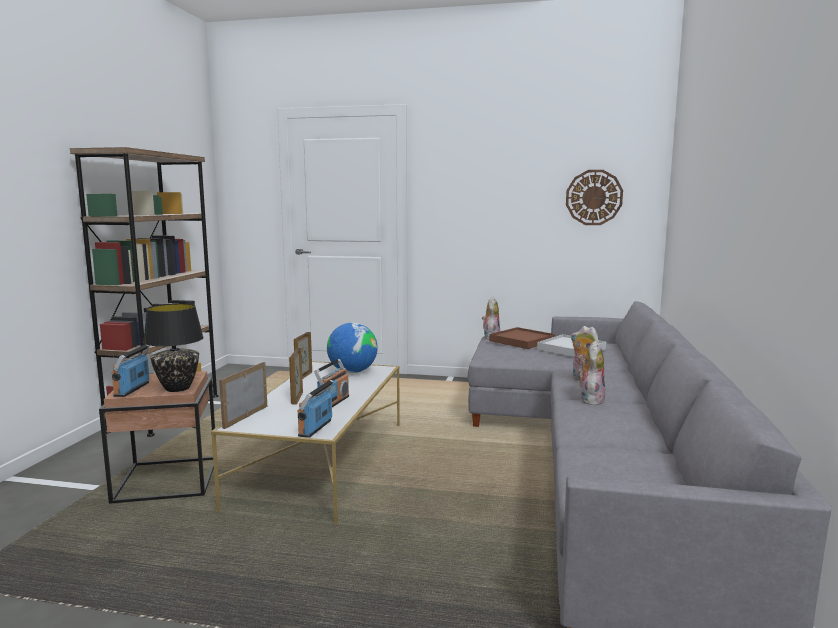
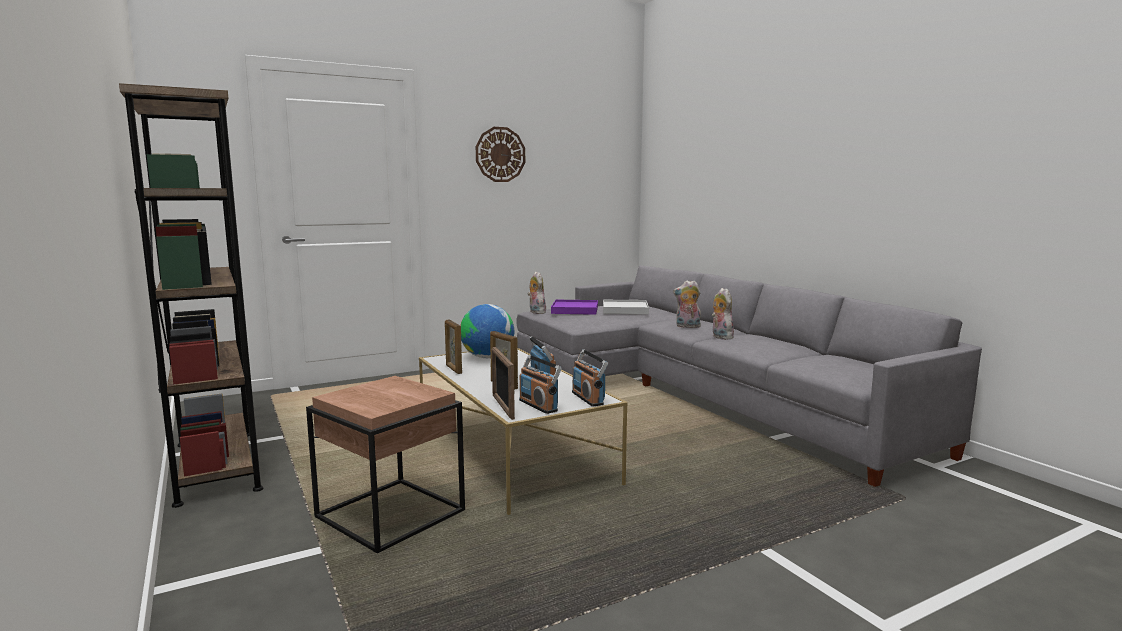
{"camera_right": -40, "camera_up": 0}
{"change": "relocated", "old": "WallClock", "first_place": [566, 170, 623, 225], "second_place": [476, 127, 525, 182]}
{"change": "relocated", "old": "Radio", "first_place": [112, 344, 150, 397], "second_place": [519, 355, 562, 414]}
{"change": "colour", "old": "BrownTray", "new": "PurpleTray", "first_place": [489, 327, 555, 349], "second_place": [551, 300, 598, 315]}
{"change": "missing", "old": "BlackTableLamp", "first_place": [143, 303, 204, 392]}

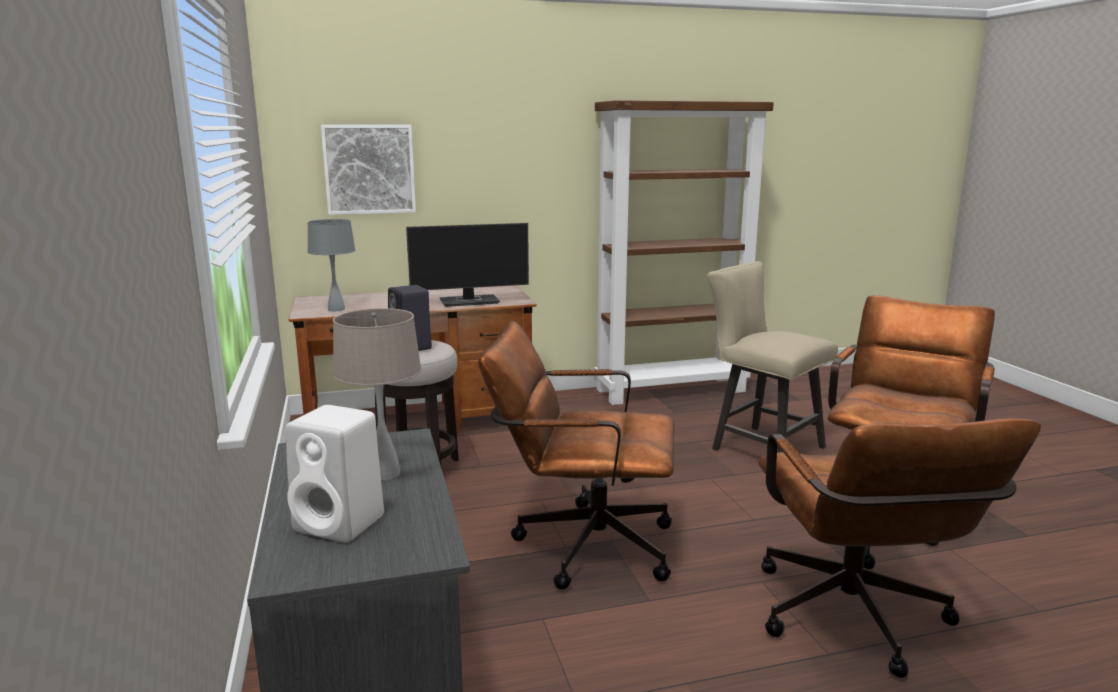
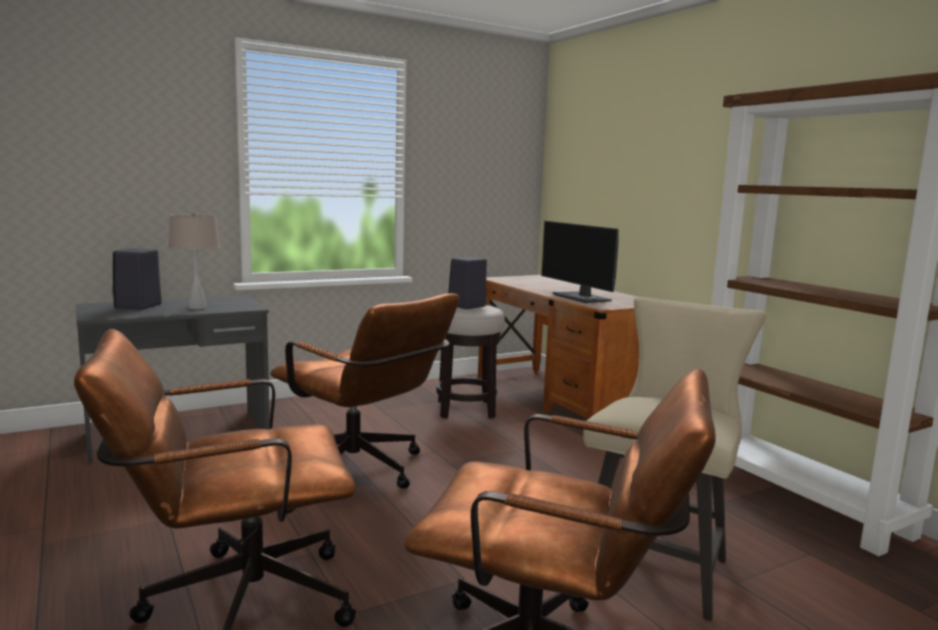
{"camera_right": 75, "camera_up": -5}
{"change": "colour", "old": "WhiteSpeaker", "new": "BlackSpeaker", "first_place": [286, 405, 384, 543], "second_place": [112, 248, 162, 310]}
{"change": "spun", "old": "BrownOfficeChair", "first_place": [478, 321, 675, 590], "second_place": [270, 293, 459, 489], "degrees": 135}
{"change": "missing", "old": "GreyTableLamp", "first_place": [307, 219, 355, 311]}
{"change": "missing", "old": "Picture", "first_place": [321, 125, 416, 215]}

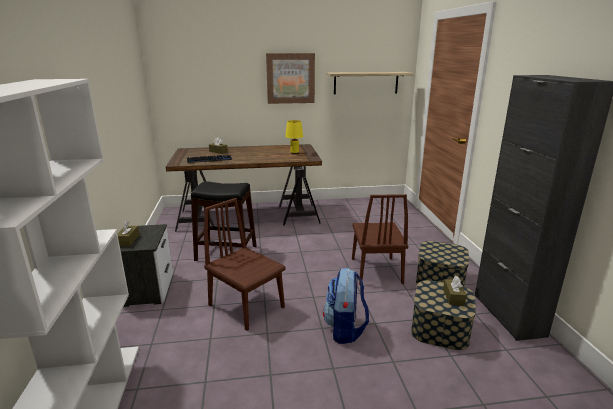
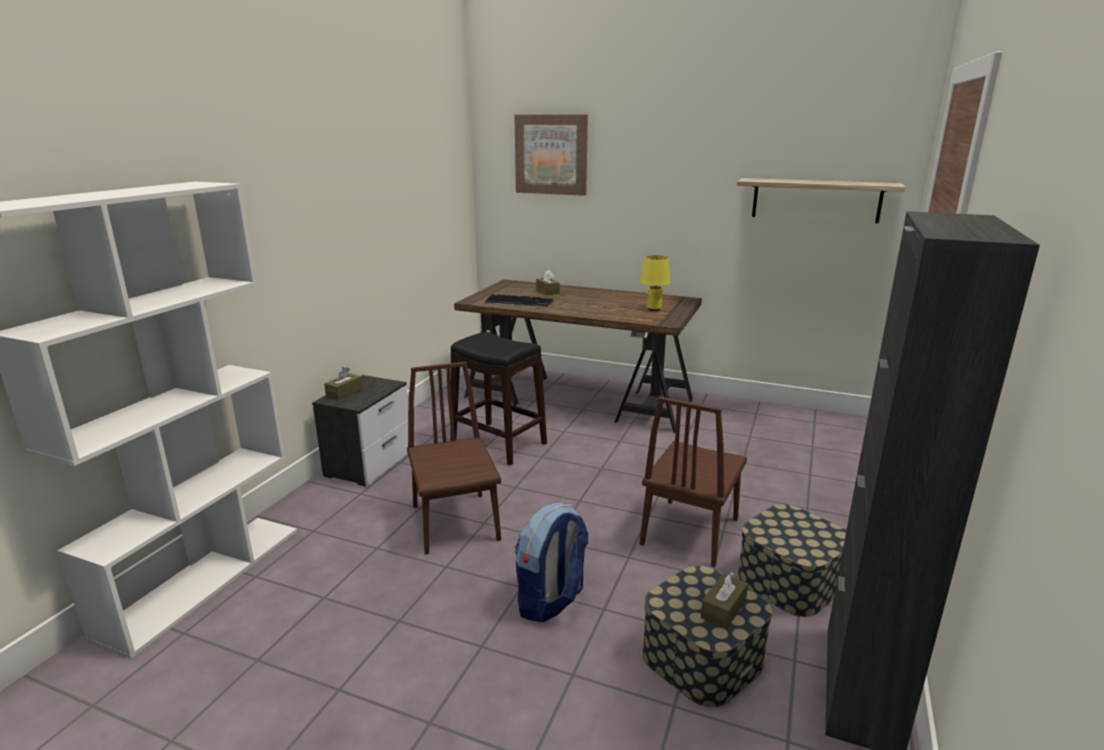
{"camera_right": 30, "camera_up": 0}
{"change": "relocated", "old": "Picture", "first_place": [266, 53, 315, 104], "second_place": [514, 115, 588, 196]}

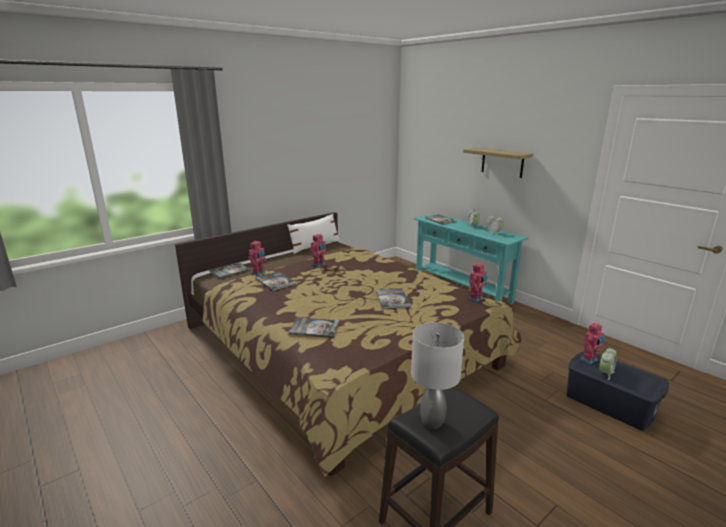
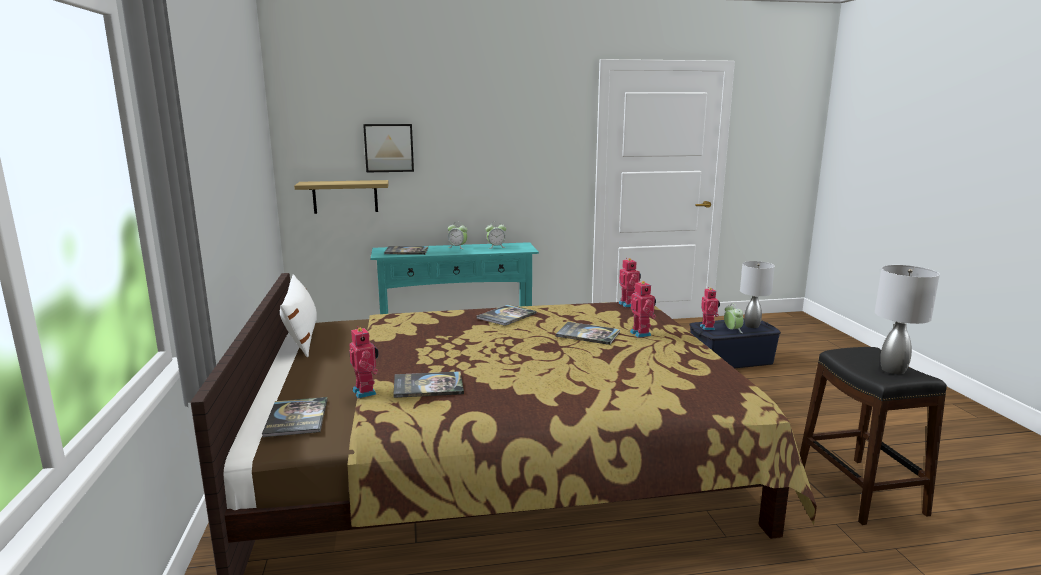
{"camera_right": -60, "camera_up": -5}
{"change": "relocated", "old": "Shelf", "first_place": [463, 148, 533, 178], "second_place": [294, 180, 389, 214]}
{"change": "appeared", "new": "Picture", "second_place": [363, 124, 414, 173]}
{"change": "relocated", "old": "Book", "first_place": [288, 317, 339, 338], "second_place": [477, 305, 536, 326]}
{"change": "relocated", "old": "ToyRobot", "first_place": [310, 233, 327, 267], "second_place": [630, 280, 656, 338]}
{"change": "appeared", "new": "GreyTableLamp", "second_place": [740, 261, 775, 328]}

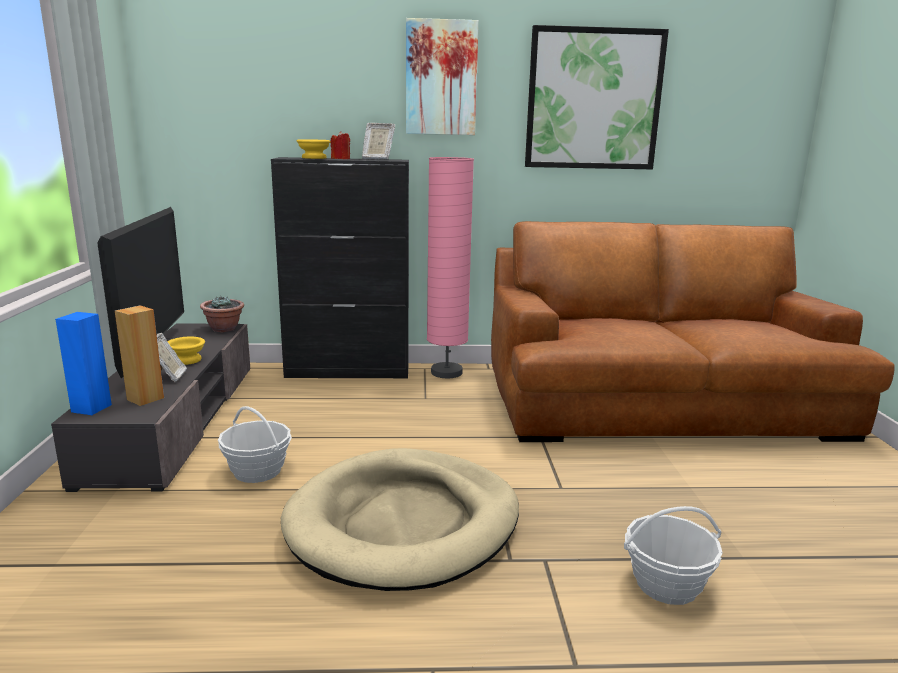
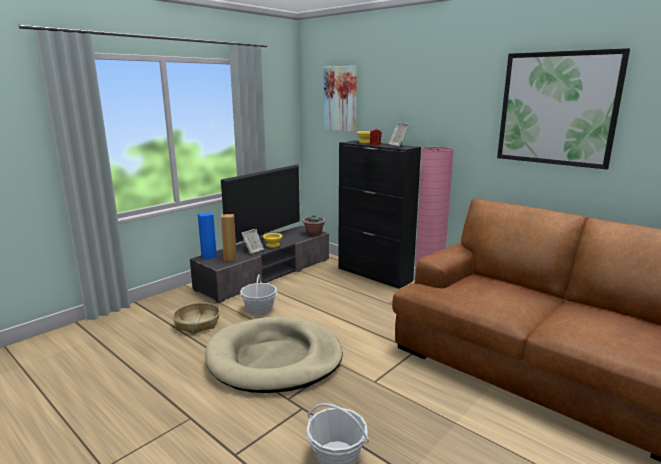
{"camera_right": 45, "camera_up": 0}
{"change": "appeared", "new": "Basket", "second_place": [173, 302, 220, 334]}
{"change": "relocated", "old": "Picture", "first_place": [406, 18, 479, 135], "second_place": [324, 66, 357, 132]}

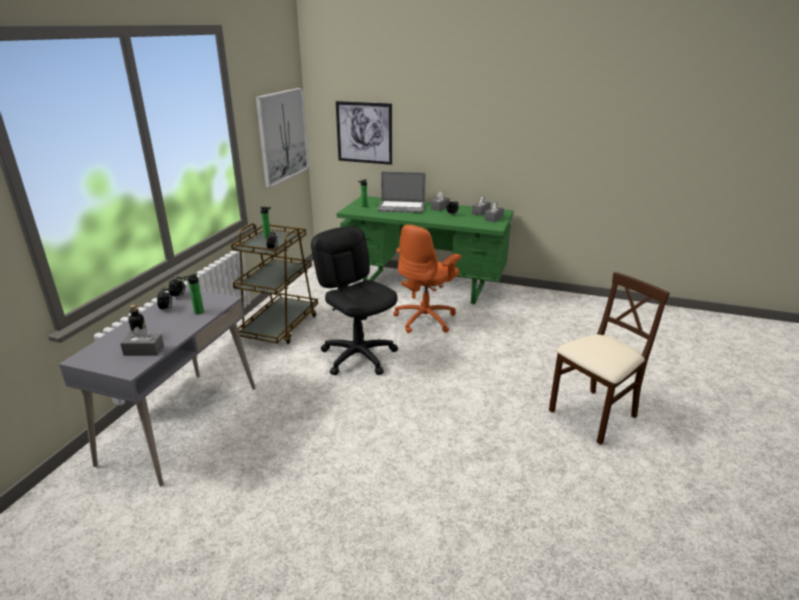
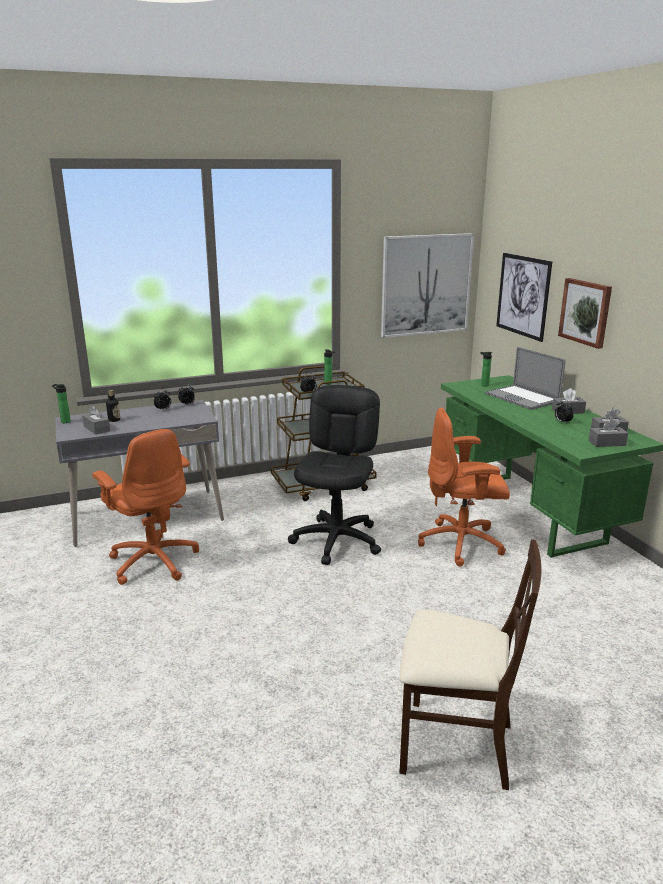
{"camera_right": 50, "camera_up": -5}
{"change": "relocated", "old": "Bottle", "first_place": [183, 274, 204, 314], "second_place": [52, 384, 71, 423]}
{"change": "appeared", "new": "OrangeOfficeChair", "second_place": [92, 429, 199, 585]}
{"change": "appeared", "new": "Picture", "second_place": [558, 278, 612, 349]}

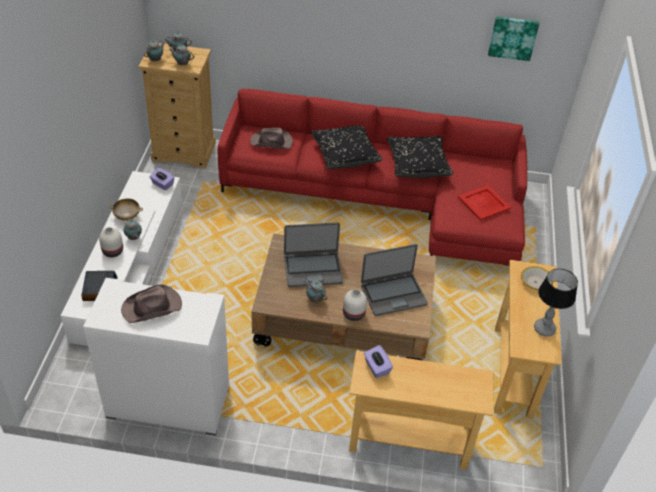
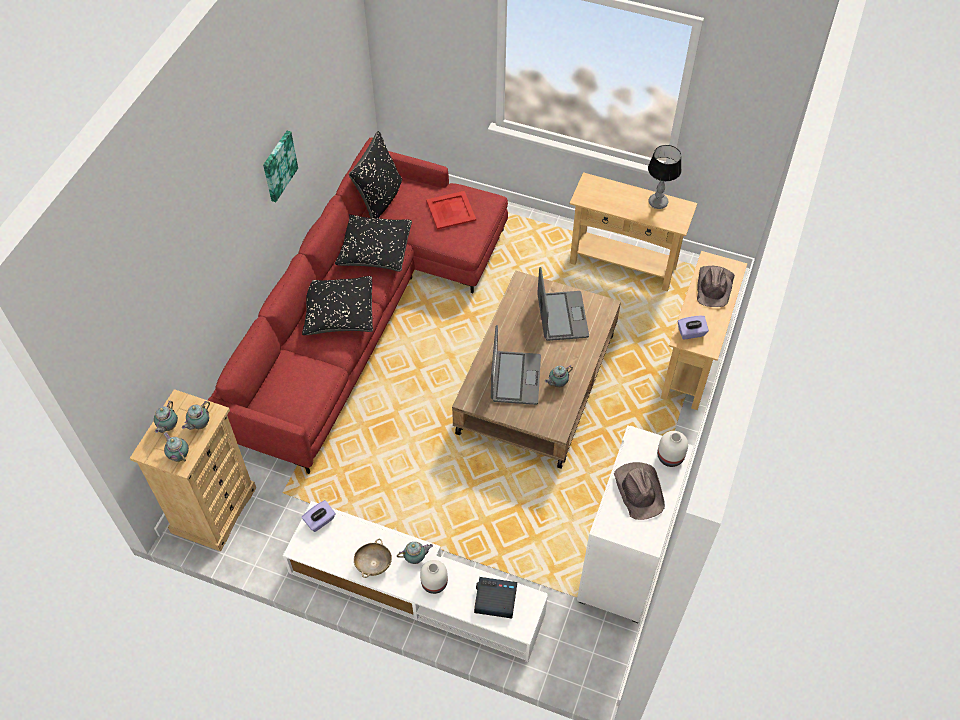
{"camera_right": -75, "camera_up": 10}
{"change": "relocated", "old": "Picture", "first_place": [488, 17, 539, 61], "second_place": [263, 131, 298, 202]}
{"change": "appeared", "new": "BlackPillow", "second_place": [349, 131, 402, 218]}
{"change": "relocated", "old": "WhiteVase", "first_place": [343, 289, 367, 321], "second_place": [657, 431, 688, 467]}
{"change": "relocated", "old": "BrownHat", "first_place": [250, 128, 293, 149], "second_place": [697, 266, 735, 307]}
{"change": "missing", "old": "Bowl", "first_place": [521, 266, 553, 290]}

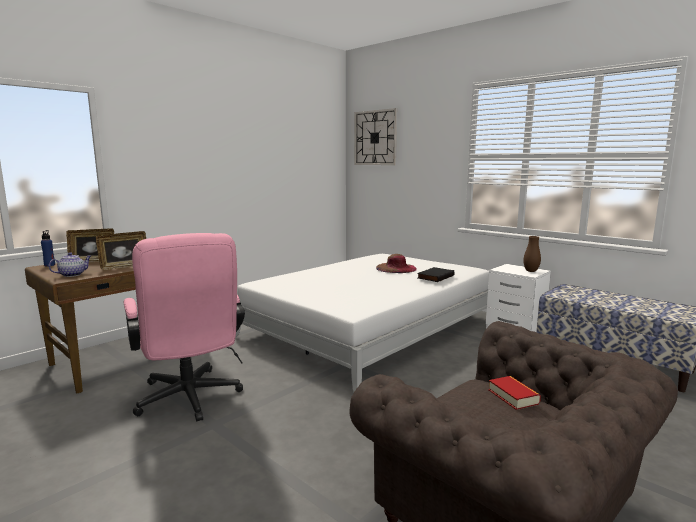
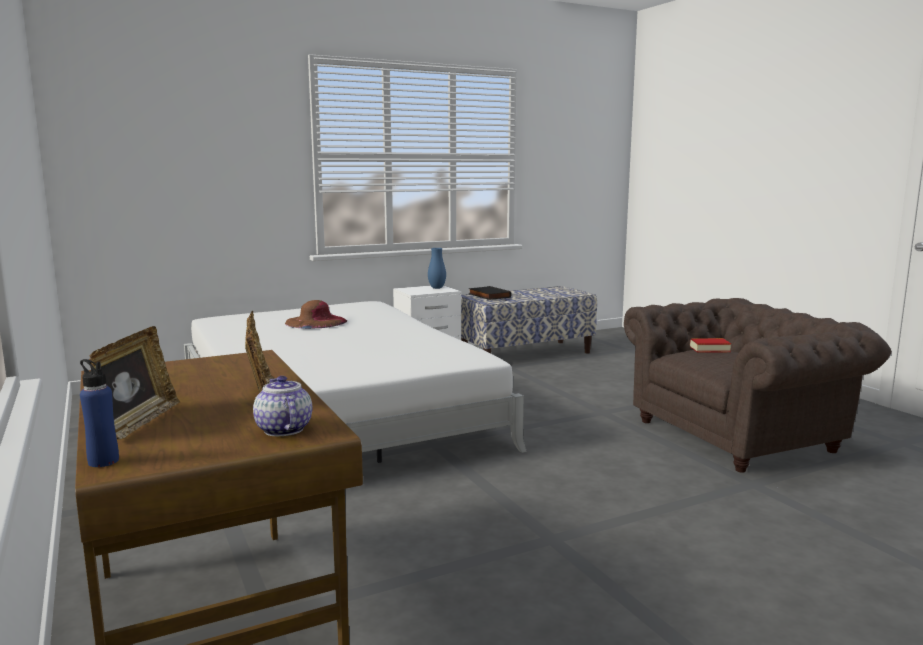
{"camera_right": -70, "camera_up": 0}
{"change": "colour", "old": "BrownVase", "new": "BlueVase", "first_place": [523, 236, 541, 272], "second_place": [428, 248, 446, 289]}
{"change": "relocated", "old": "BlackBook", "first_place": [417, 267, 455, 282], "second_place": [468, 286, 511, 300]}
{"change": "missing", "old": "PinkOfficeChair", "first_place": [124, 233, 245, 421]}
{"change": "missing", "old": "WallClock", "first_place": [354, 108, 397, 165]}

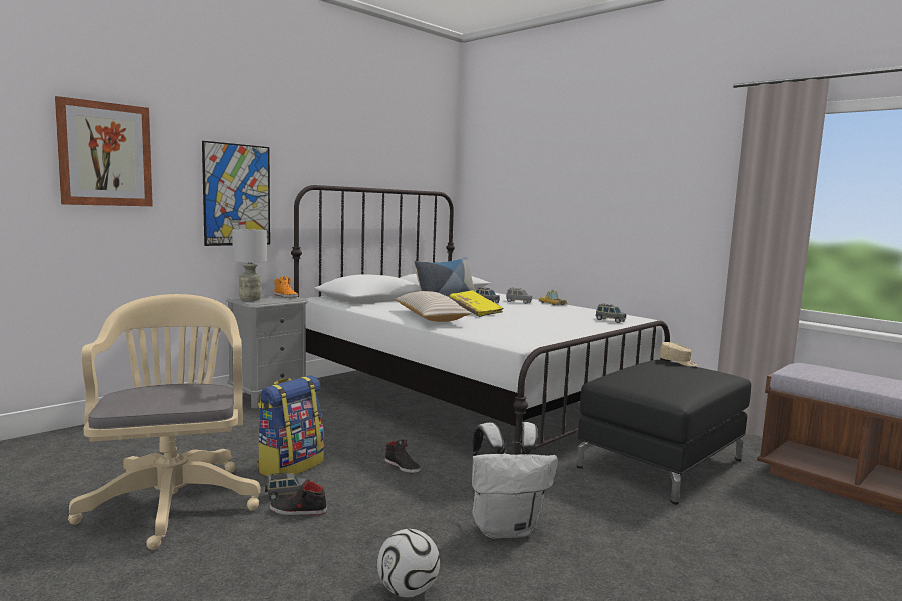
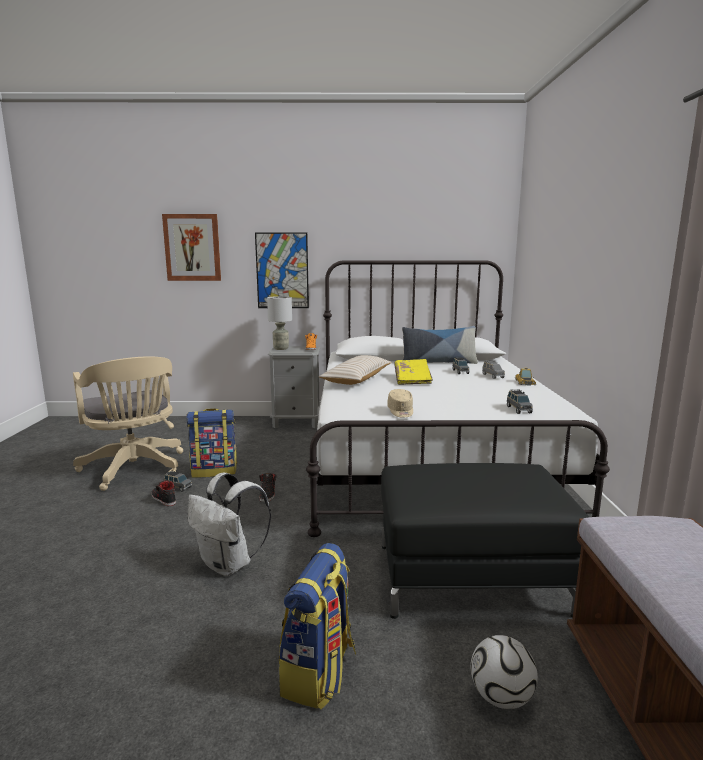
{"camera_right": 45, "camera_up": 5}
{"change": "spun", "old": "BeigeOfficeChair", "first_place": [68, 294, 261, 550], "second_place": [73, 356, 183, 491], "degrees": 120}
{"change": "appeared", "new": "Backpack", "second_place": [278, 543, 356, 710]}
{"change": "relocated", "old": "BeigeCap", "first_place": [659, 342, 697, 366], "second_place": [387, 389, 413, 417]}
{"change": "relocated", "old": "Football", "first_place": [377, 529, 440, 597], "second_place": [471, 635, 538, 709]}

